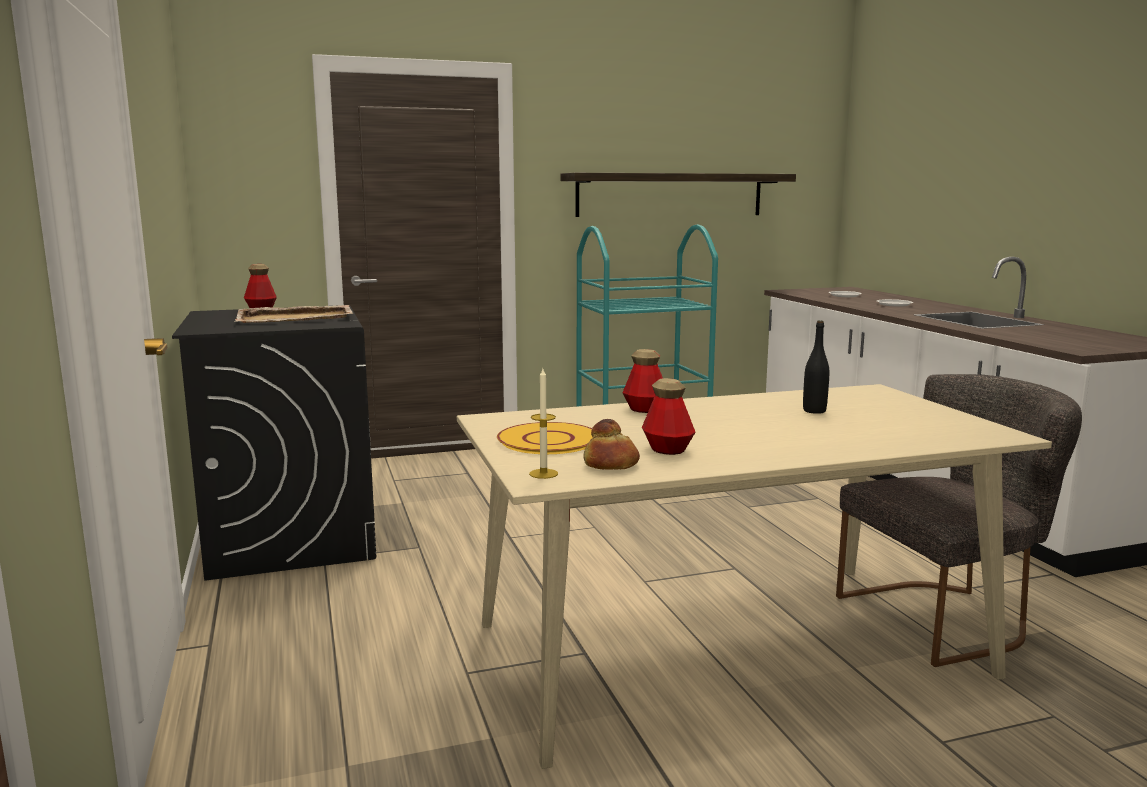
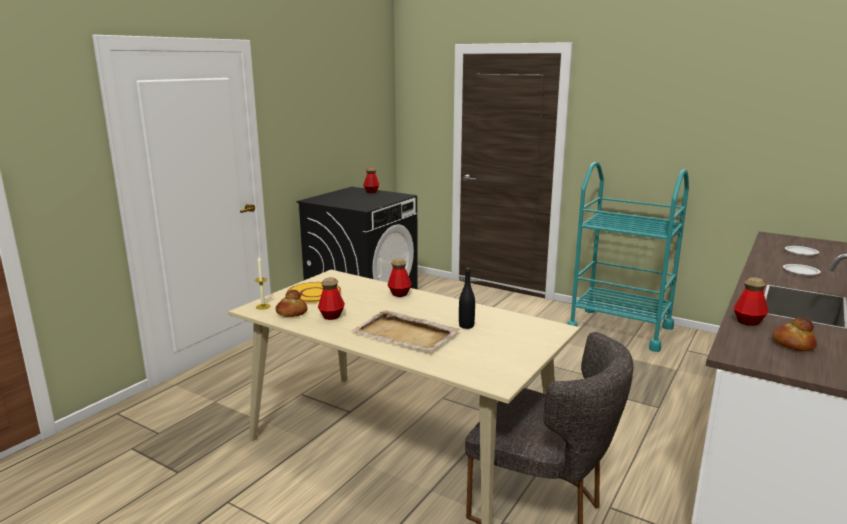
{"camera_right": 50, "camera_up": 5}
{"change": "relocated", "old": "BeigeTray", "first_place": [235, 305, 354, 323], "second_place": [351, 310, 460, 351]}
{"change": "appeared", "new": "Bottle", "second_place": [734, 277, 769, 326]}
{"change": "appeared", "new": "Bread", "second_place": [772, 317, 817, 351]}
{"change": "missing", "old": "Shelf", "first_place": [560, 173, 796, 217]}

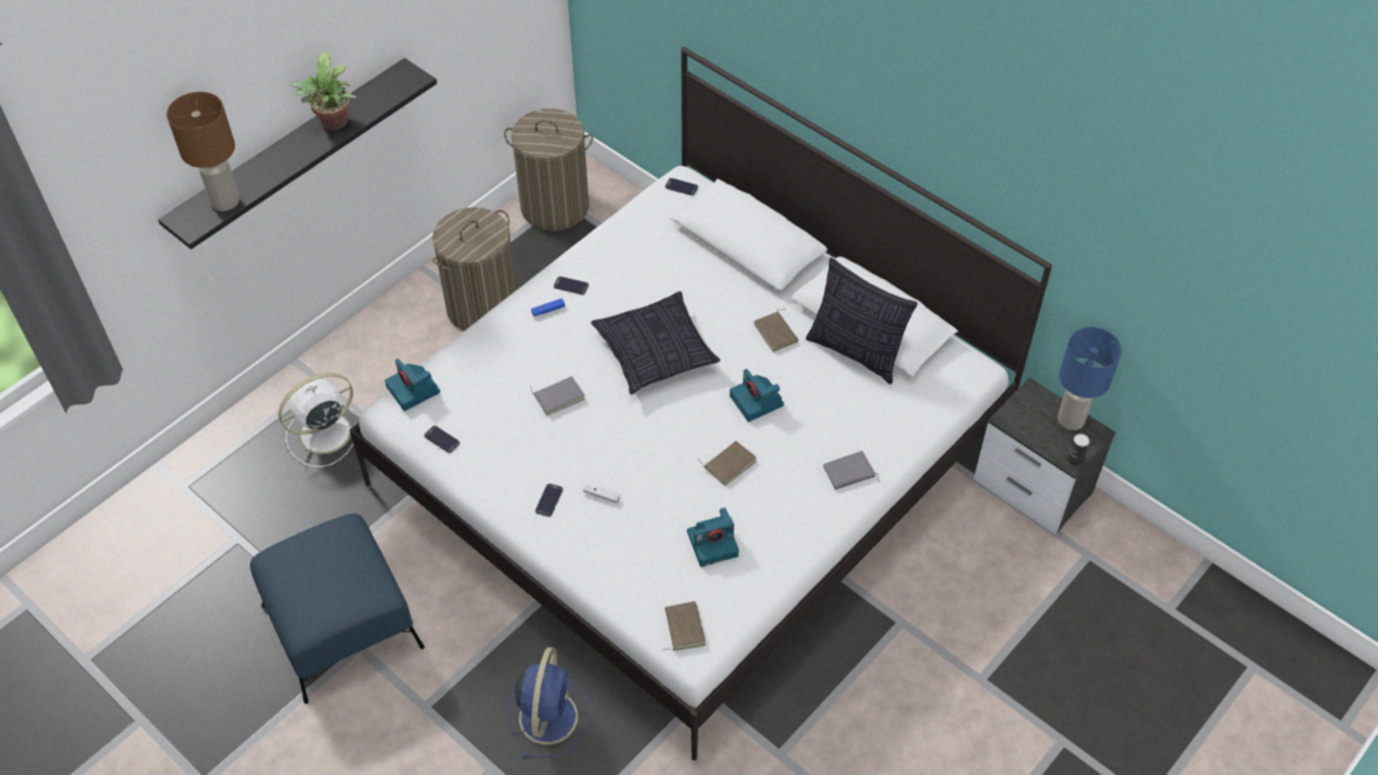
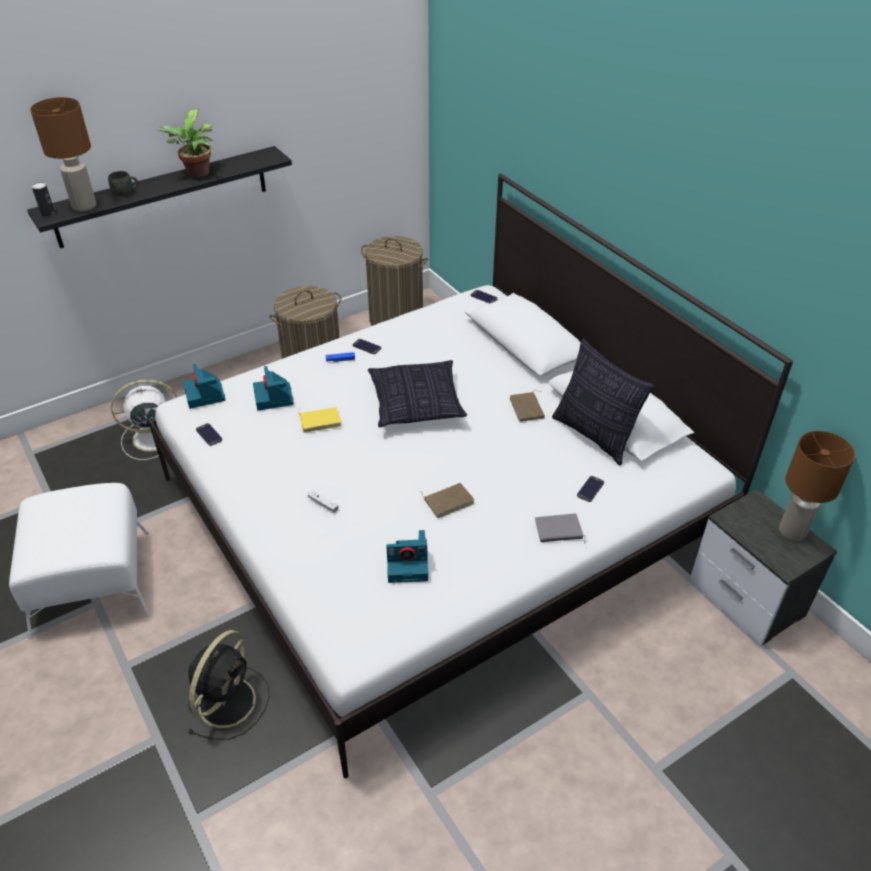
{"camera_right": 15, "camera_up": -10}
{"change": "colour", "old": "BlueOttoman", "new": "WhiteOttoman", "first_place": [250, 513, 425, 704], "second_place": [9, 483, 150, 639]}
{"change": "relocated", "old": "Can", "first_place": [1067, 434, 1090, 466], "second_place": [32, 182, 55, 217]}
{"change": "appeared", "new": "GreyMug", "second_place": [108, 171, 139, 197]}
{"change": "colour", "old": "BlueFan", "new": "BlackFan", "first_place": [507, 647, 591, 757], "second_place": [187, 630, 270, 740]}
{"change": "relocated", "old": "PhotoCamera", "first_place": [730, 369, 784, 422], "second_place": [253, 366, 294, 411]}
{"change": "colour", "old": "GreyBook", "new": "YellowBook", "first_place": [530, 376, 585, 415], "second_place": [298, 407, 341, 433]}
{"change": "relocated", "old": "Phone", "first_place": [535, 483, 563, 517], "second_place": [577, 476, 604, 502]}
{"change": "colour", "old": "BlueTableLamp", "new": "BrownTableLamp", "first_place": [1058, 327, 1122, 430], "second_place": [779, 431, 855, 541]}
{"change": "missing", "old": "BrownBook", "first_place": [663, 601, 706, 651]}

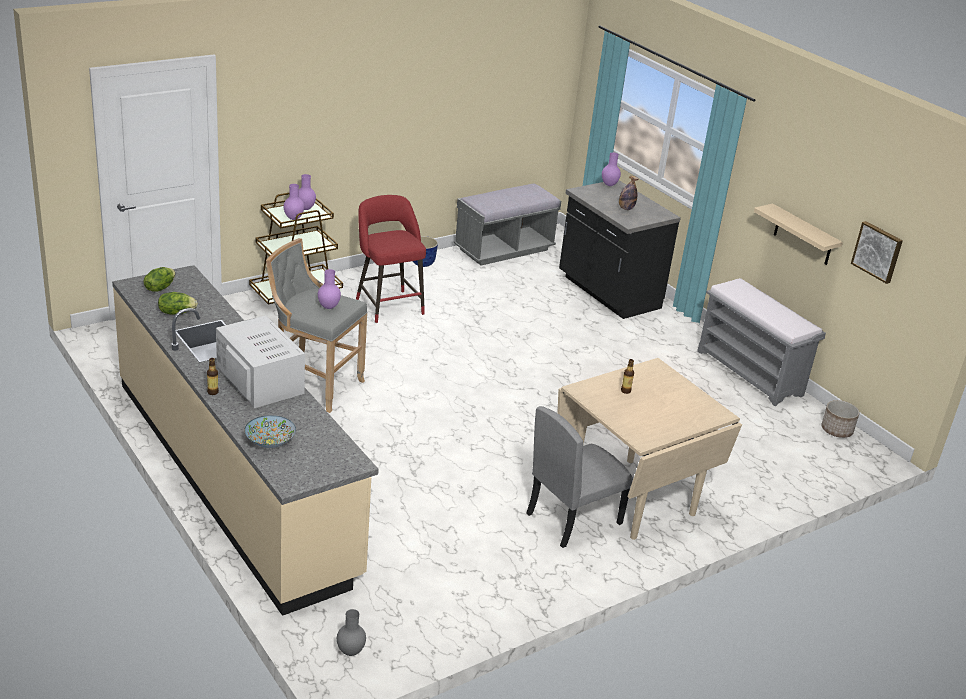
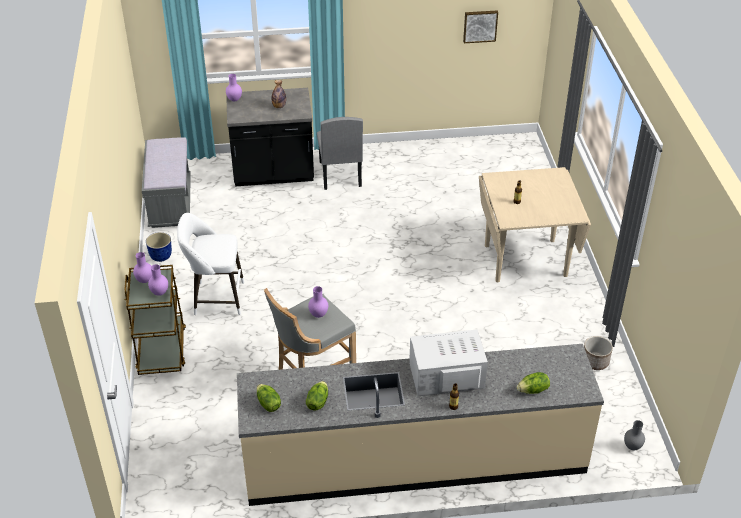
{"camera_right": -60, "camera_up": 10}
{"change": "colour", "old": "RedStool", "new": "WhiteStool", "first_place": [356, 195, 426, 323], "second_place": [177, 213, 245, 315]}
{"change": "relocated", "old": "GreyChair", "first_place": [526, 406, 633, 548], "second_place": [317, 117, 363, 190]}
{"change": "exchanged", "old": "Bowl", "new": "Lettuce", "first_place": [244, 415, 296, 448], "second_place": [517, 372, 550, 394]}
{"change": "relocated", "old": "Planter", "first_place": [822, 400, 860, 438], "second_place": [584, 336, 613, 370]}
{"change": "missing", "old": "GreyBench", "first_place": [697, 278, 826, 406]}
{"change": "missing", "old": "BeigeShelf", "first_place": [754, 204, 843, 265]}

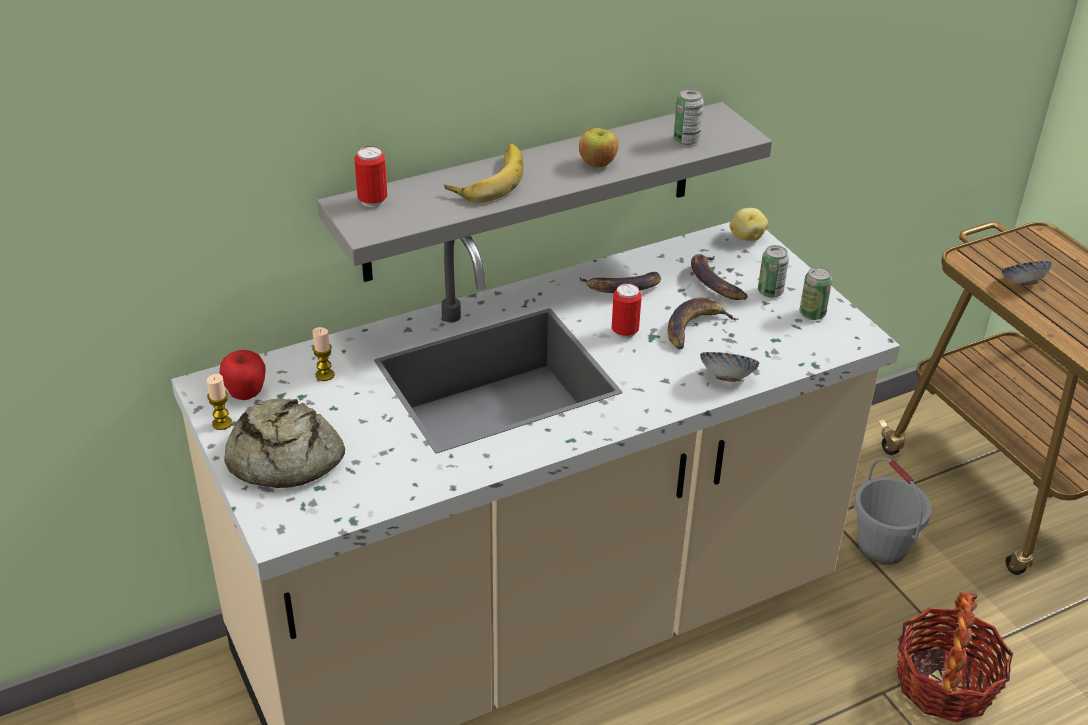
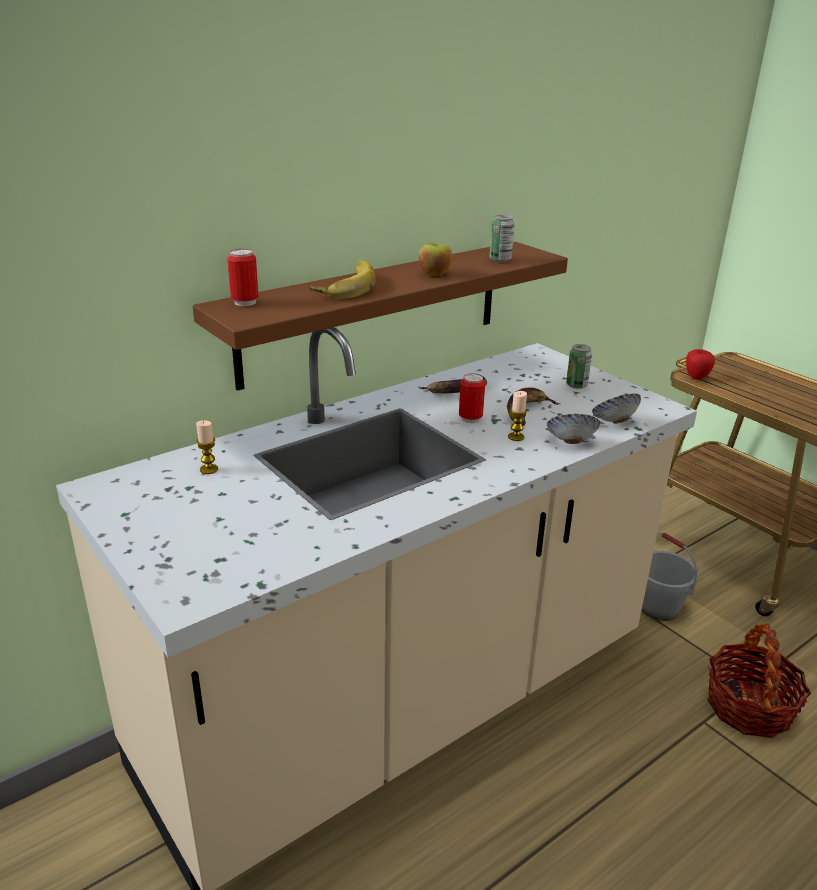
{"camera_right": -10, "camera_up": -10}
{"change": "colour", "old": "GreyShelf", "new": "BrownShelf", "first_place": [317, 102, 772, 282], "second_place": [193, 242, 568, 391]}
{"change": "relocated", "old": "Candle", "first_place": [206, 374, 232, 430], "second_place": [508, 391, 527, 441]}
{"change": "relocated", "old": "Bowl", "first_place": [1002, 260, 1052, 286], "second_place": [592, 393, 641, 424]}
{"change": "relocated", "old": "Apple", "first_place": [220, 350, 266, 400], "second_place": [686, 349, 715, 380]}
{"change": "missing", "old": "Bread", "first_place": [224, 398, 345, 488]}
{"change": "missing", "old": "Banana", "first_place": [691, 254, 748, 300]}
{"change": "missing", "old": "Potato", "first_place": [729, 208, 768, 241]}
{"change": "missing", "old": "Can", "first_place": [799, 267, 832, 320]}

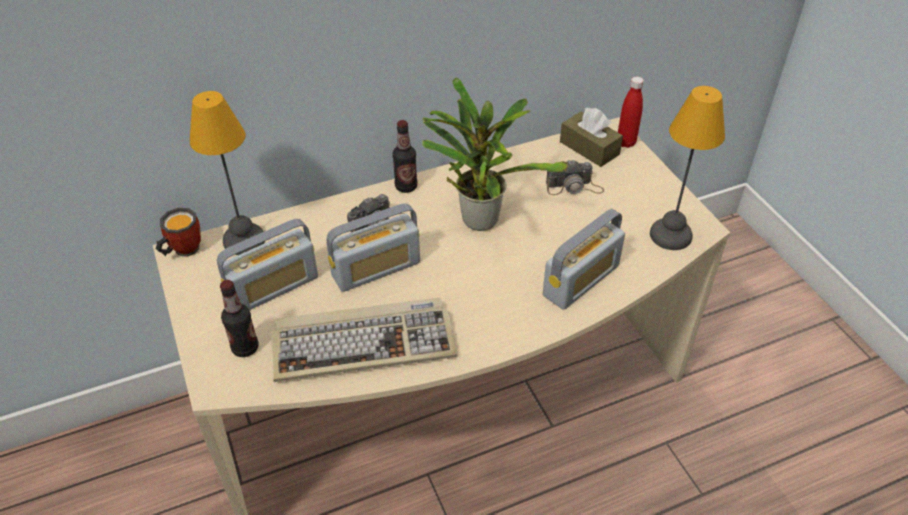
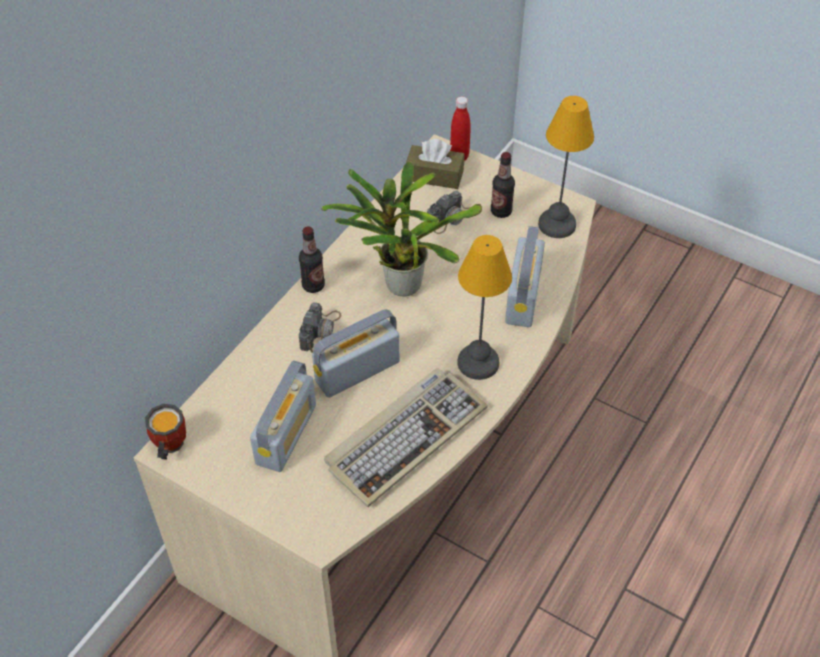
{"camera_right": -35, "camera_up": 5}
{"change": "spun", "old": "Radio", "first_place": [326, 203, 420, 292], "second_place": [312, 309, 400, 398], "degrees": -150}
{"change": "relocated", "old": "TableLamp", "first_place": [190, 91, 265, 255], "second_place": [457, 235, 512, 380]}
{"change": "relocated", "old": "Bottle", "first_place": [220, 280, 259, 357], "second_place": [491, 152, 515, 218]}

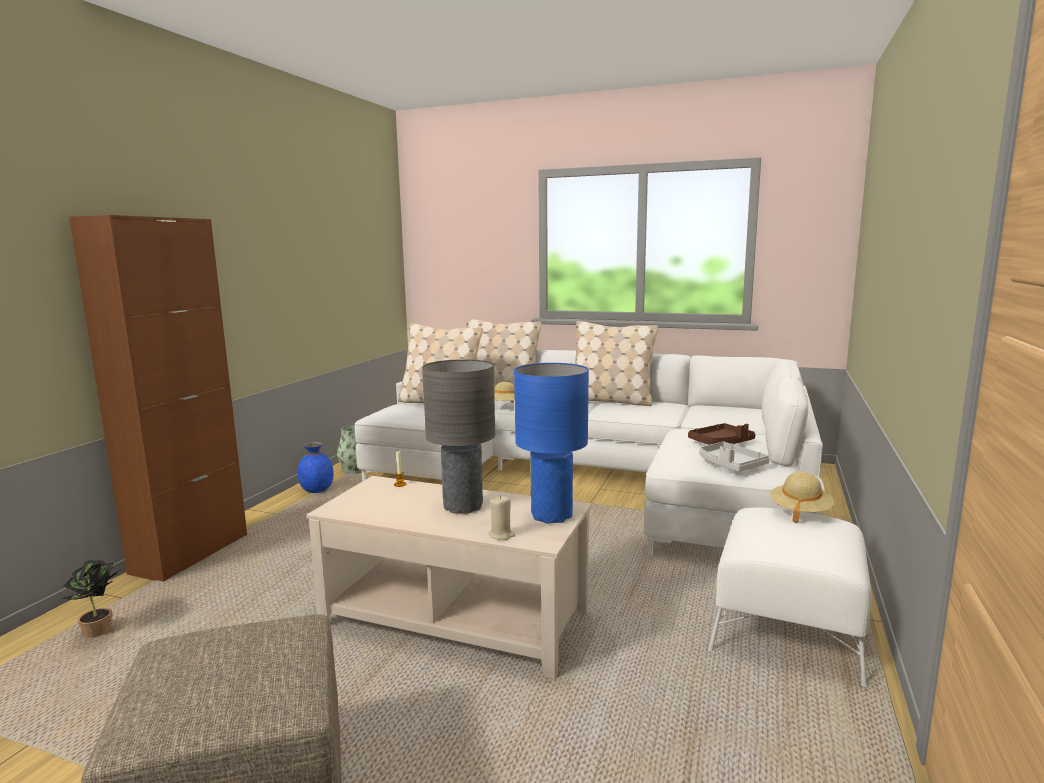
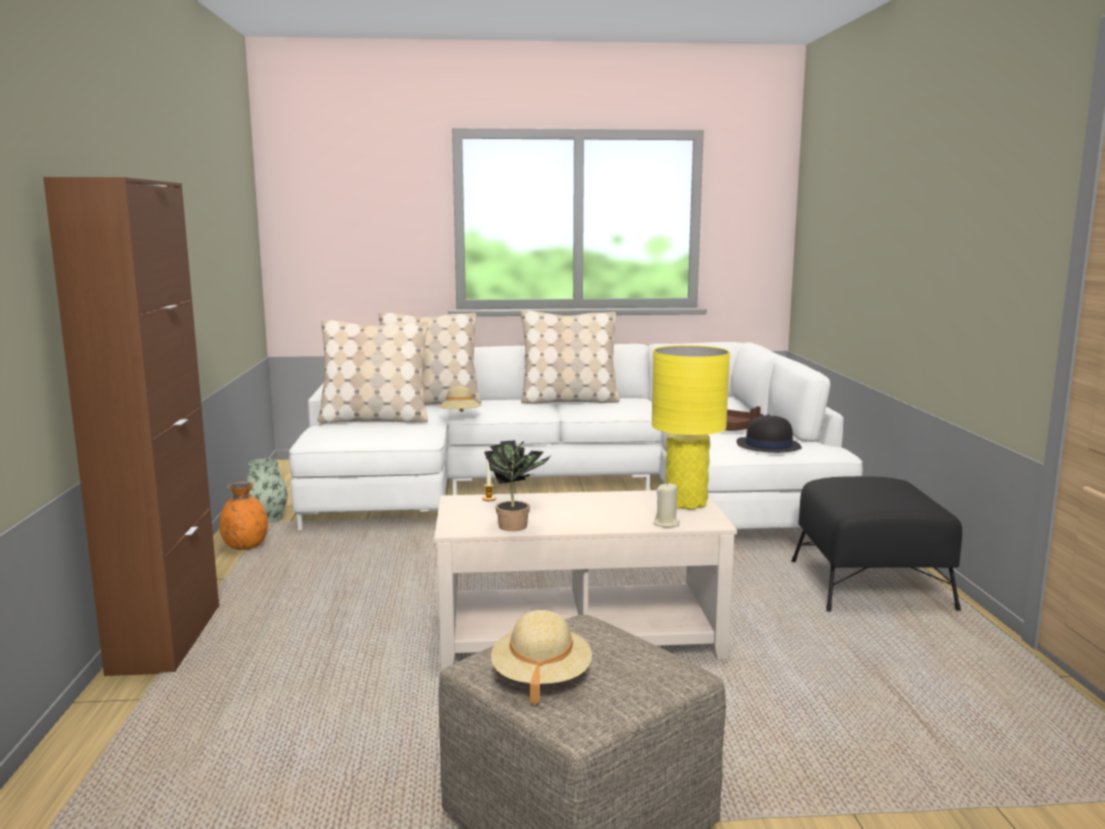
{"camera_right": -25, "camera_up": 0}
{"change": "colour", "old": "BlueVase", "new": "OrangeVase", "first_place": [298, 442, 334, 493], "second_place": [219, 482, 268, 550]}
{"change": "relocated", "old": "PottedPlant", "first_place": [61, 560, 120, 638], "second_place": [484, 440, 552, 531]}
{"change": "relocated", "old": "BeigeHat", "first_place": [770, 472, 835, 523], "second_place": [491, 610, 592, 705]}
{"change": "colour", "old": "BlueTableLamp", "new": "YellowTableLamp", "first_place": [514, 363, 589, 524], "second_place": [652, 345, 730, 509]}
{"change": "exchanged", "old": "GreyTray", "new": "BlackHat", "first_place": [699, 442, 770, 472], "second_place": [737, 414, 802, 453]}
{"change": "colour", "old": "WhiteOttoman", "new": "BlackOttoman", "first_place": [708, 507, 872, 687], "second_place": [791, 476, 962, 612]}
{"change": "missing", "old": "GreyTableLamp", "first_place": [422, 359, 495, 514]}

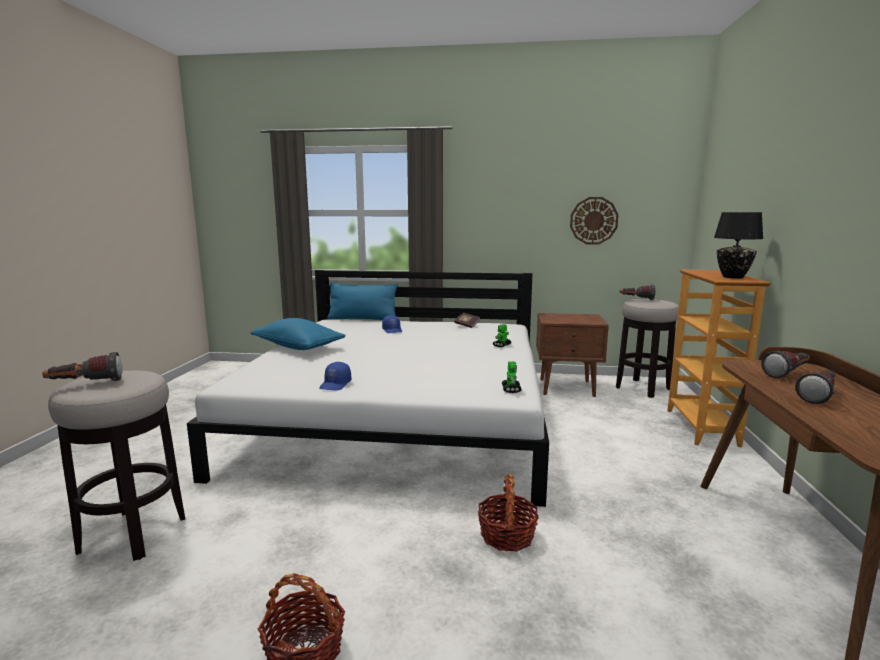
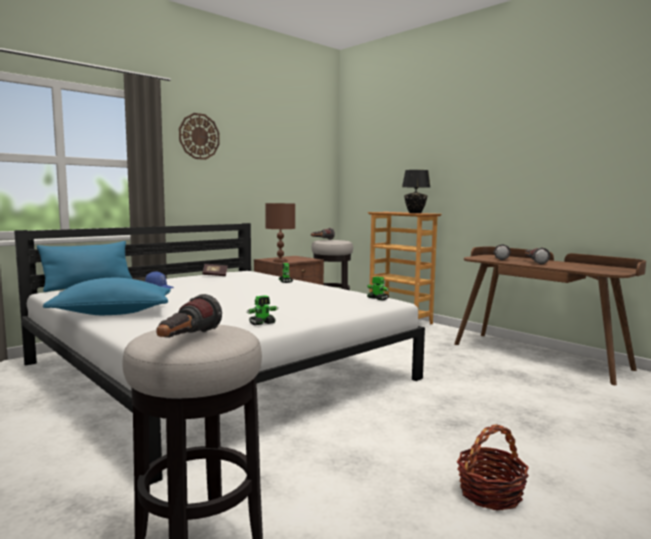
{"camera_right": -50, "camera_up": -5}
{"change": "relocated", "old": "WallClock", "first_place": [570, 197, 619, 244], "second_place": [179, 113, 220, 160]}
{"change": "exchanged", "old": "BlueCap", "new": "ToyRobot", "first_place": [319, 362, 351, 390], "second_place": [247, 295, 278, 325]}
{"change": "appeared", "new": "BrownTableLamp", "second_place": [265, 203, 295, 262]}
{"change": "missing", "old": "Basket", "first_place": [478, 474, 539, 551]}

